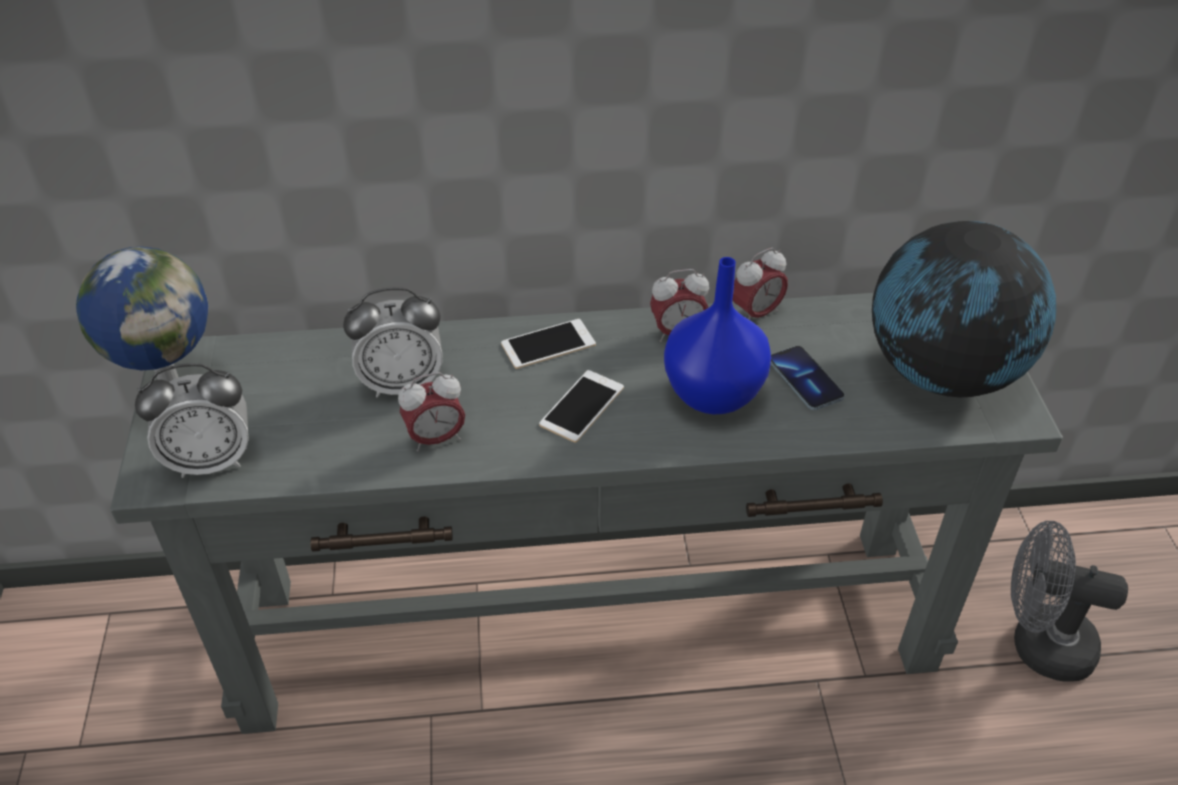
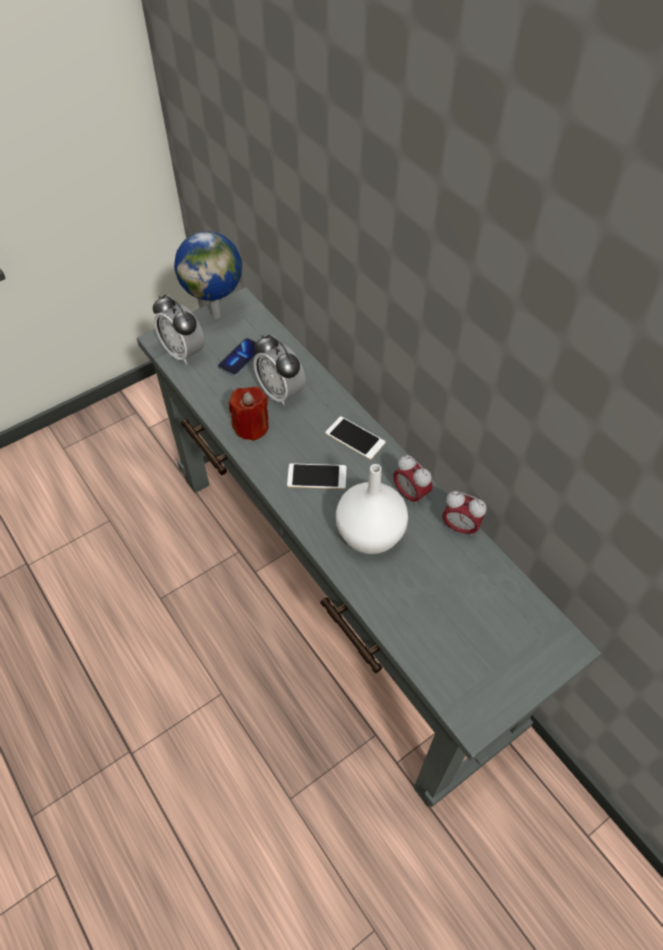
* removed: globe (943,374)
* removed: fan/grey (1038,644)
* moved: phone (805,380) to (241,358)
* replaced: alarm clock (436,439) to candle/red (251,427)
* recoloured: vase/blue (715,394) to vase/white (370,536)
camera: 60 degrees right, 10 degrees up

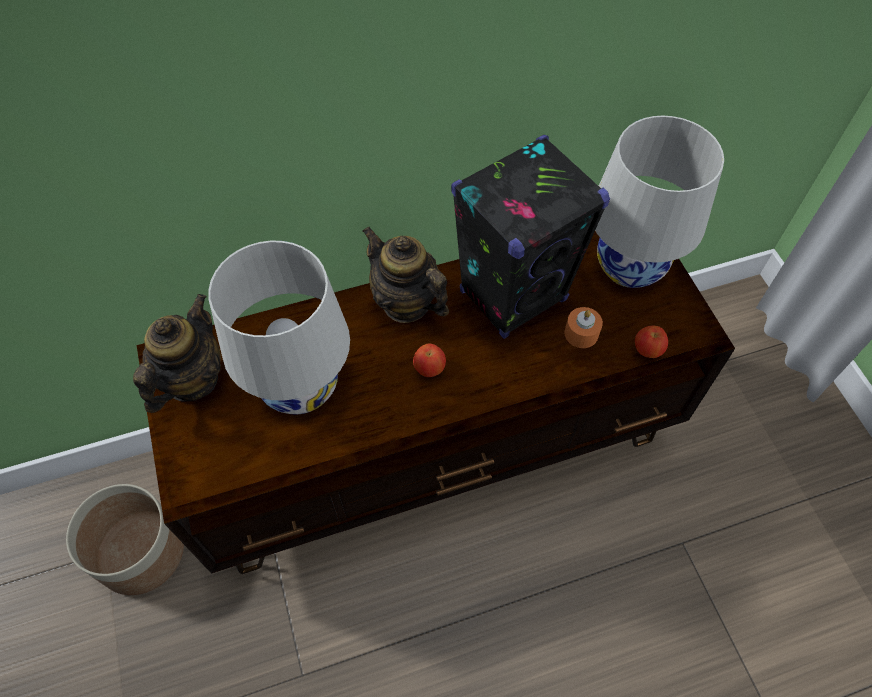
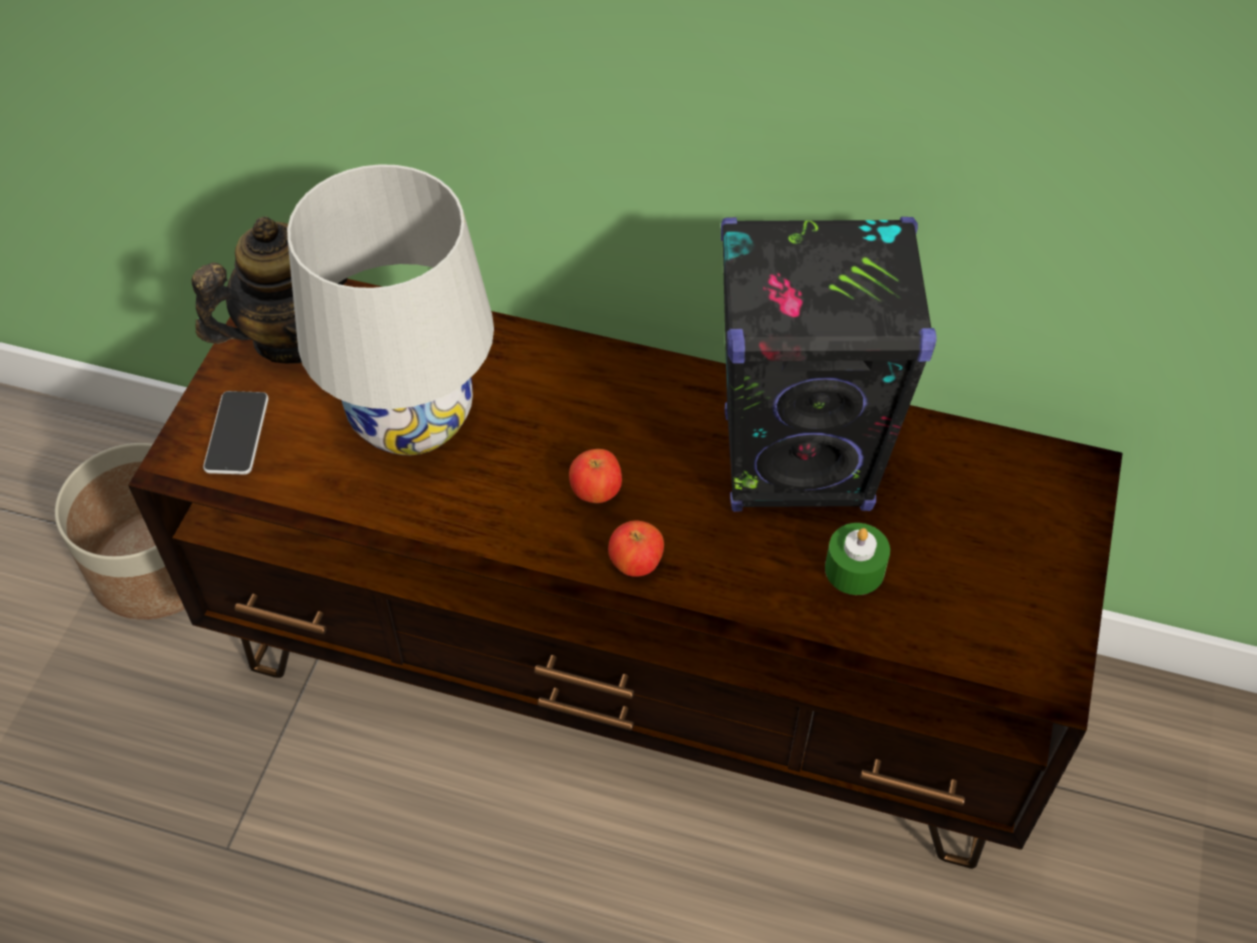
* removed: teapot (406,302)
* removed: table lamp/white (630,266)
* added: phone (237,434)
* moved: apple (647,350) to (636,563)
* recoloured: candle/orange (581,333) to candle/green (854,569)
camera: 35 degrees right, 5 degrees down

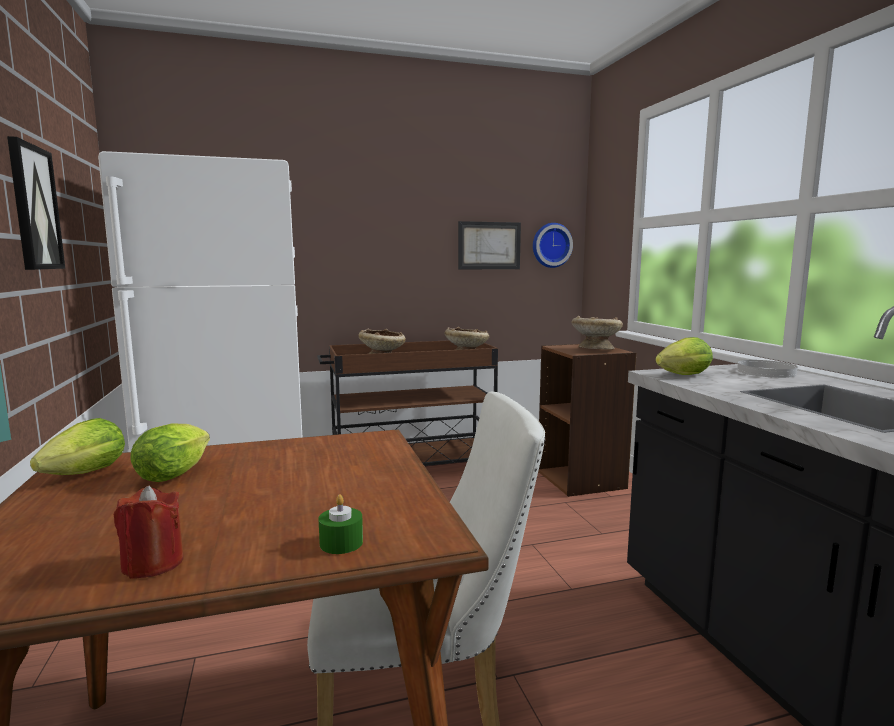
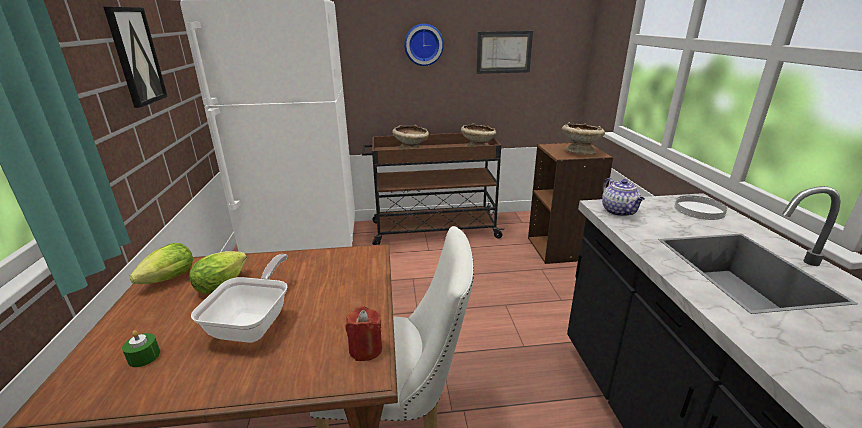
* added: frying pan (254,322)
* moved: candle/red (153,563) to (365,349)
* moved: candle/green (341,543) to (144,356)
* moved: wall clock (551,245) to (423,44)
* replaced: lettuce (680,376) to teapot (619,212)
camera: 10 degrees right, 15 degrees up

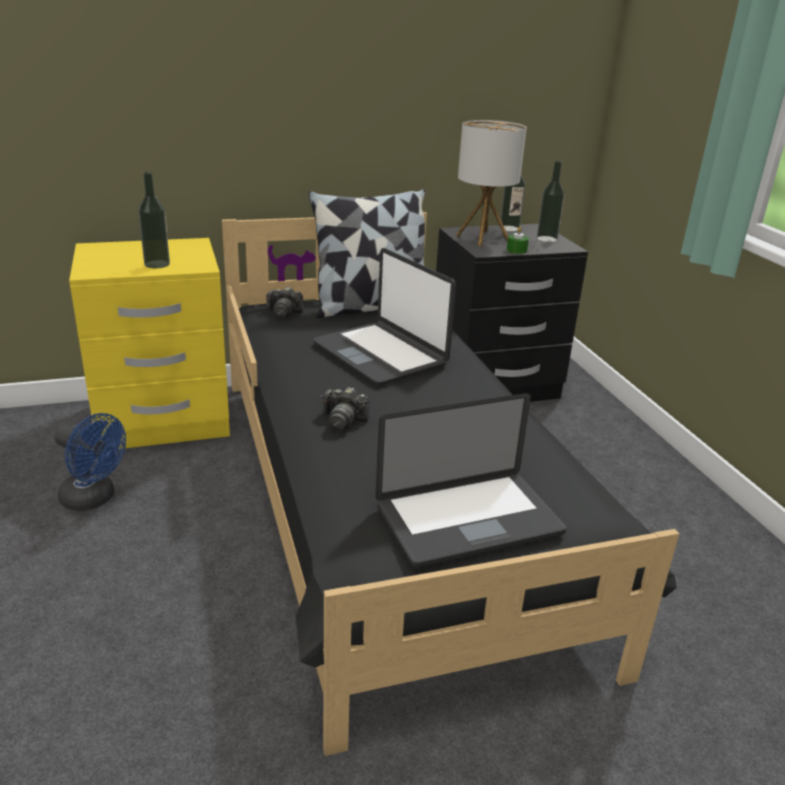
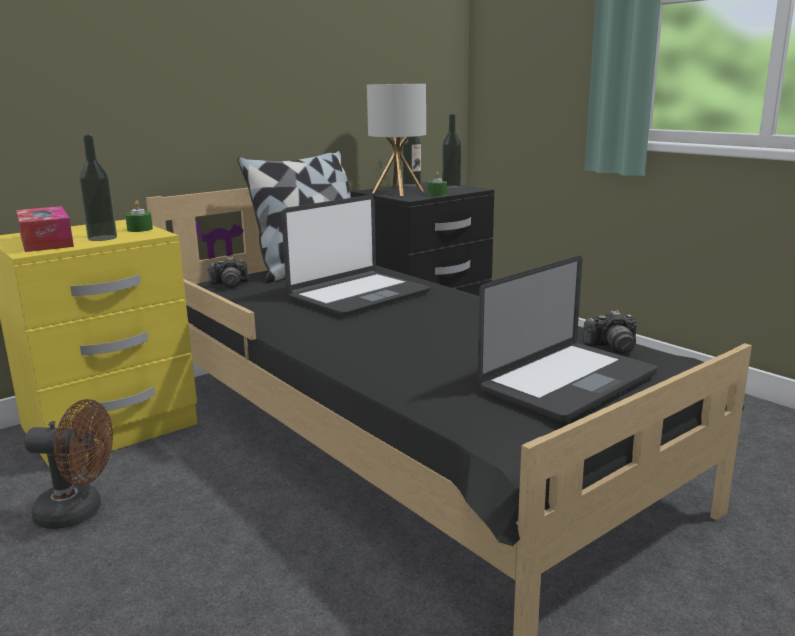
* added: tissue box (46,241)
* added: candle/green (140,229)
* moved: photo camera (343,420) to (612,347)
* recoloured: fan/blue (94,499) to fan/brown (79,512)
* turned: laptop (381,354) = (358,295) 75 degrees counterclockwise
camera: 20 degrees left, 10 degrees down

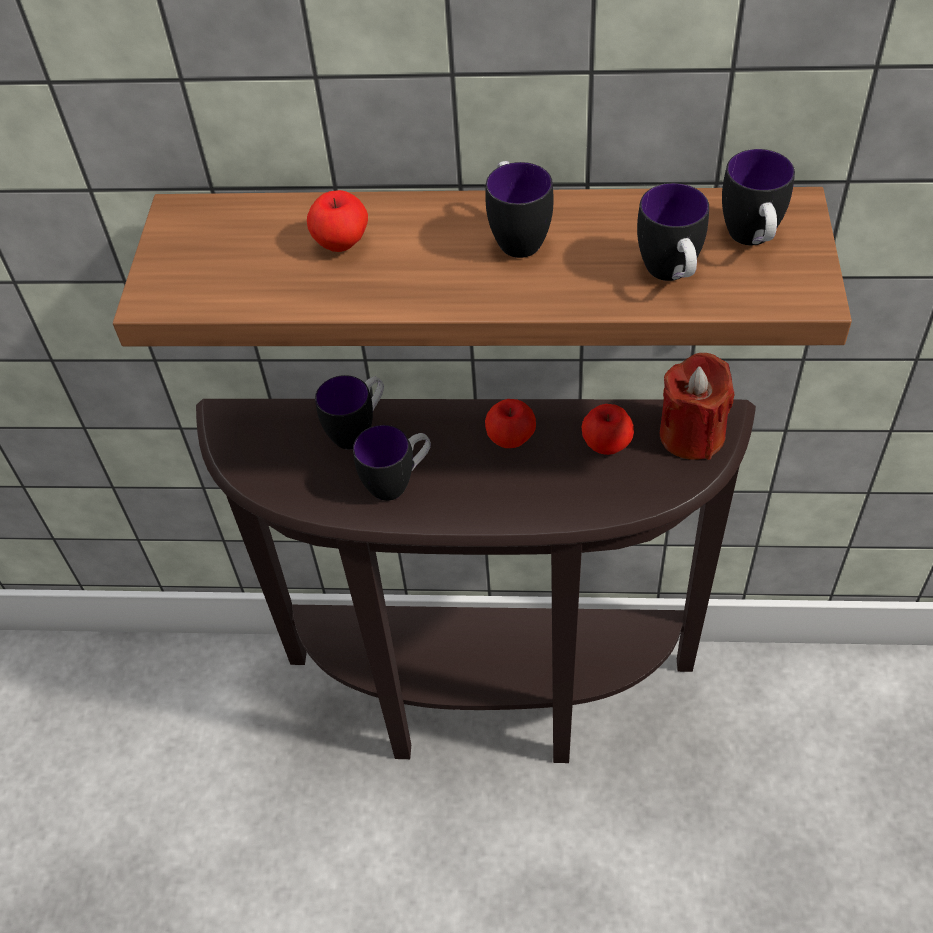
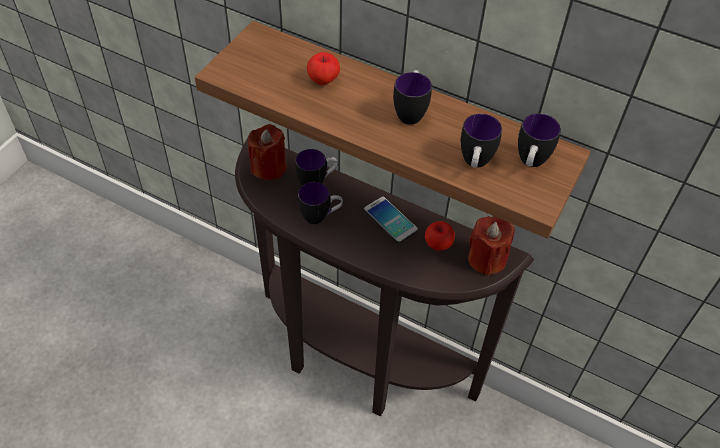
* added: candle/red (269,167)
* replaced: apple (510,440) to phone (390,220)
camera: 20 degrees right, 0 degrees up

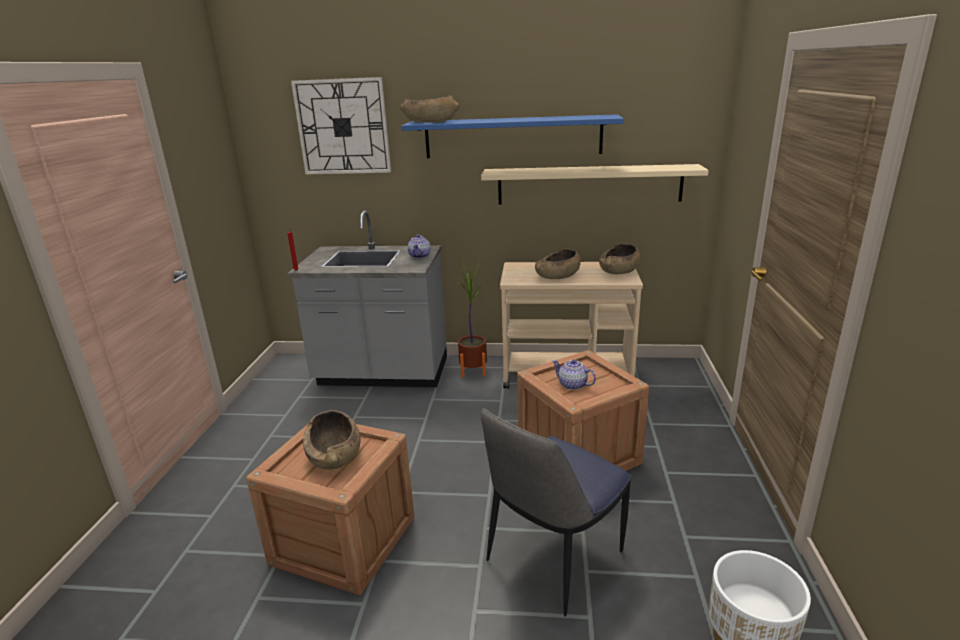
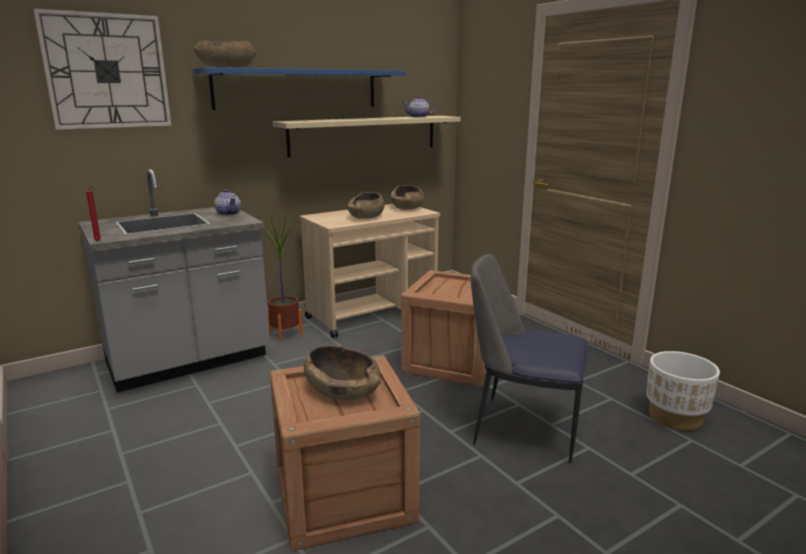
* moved: teapot (573,385) to (419,117)
* turned: chair (552,559) = (523,428) 105 degrees clockwise
camera: 40 degrees left, 5 degrees down

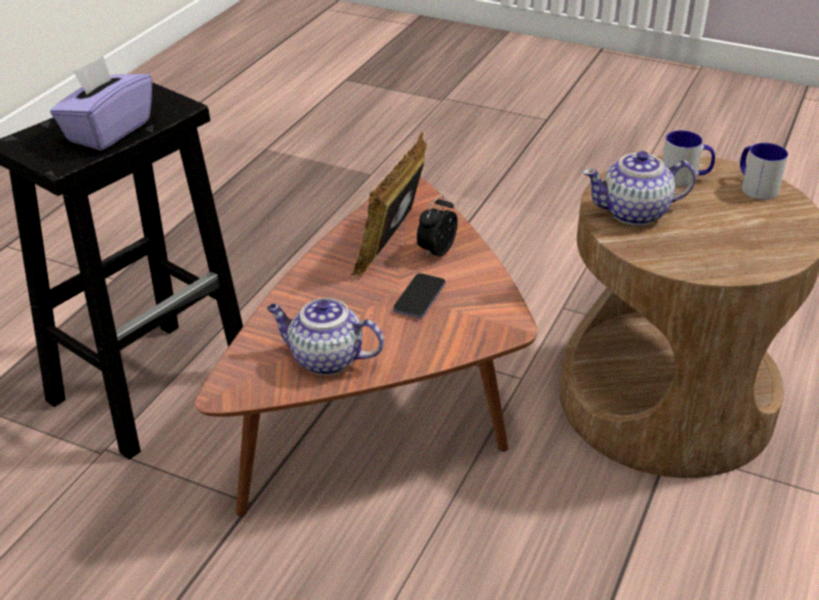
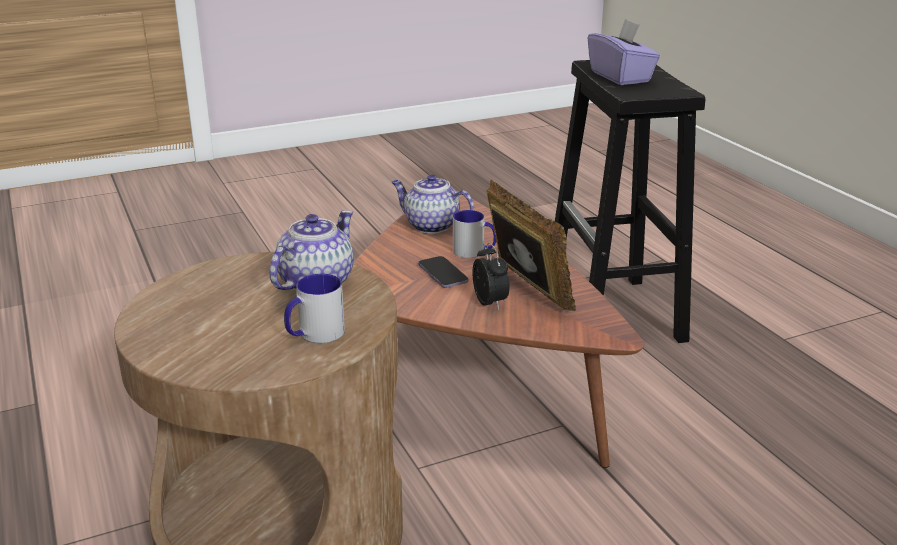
* moved: mug (755,187) to (474,252)
* turned: teapot (324,359) = (430,226) 120 degrees counterclockwise
camera: 130 degrees right, 10 degrees down

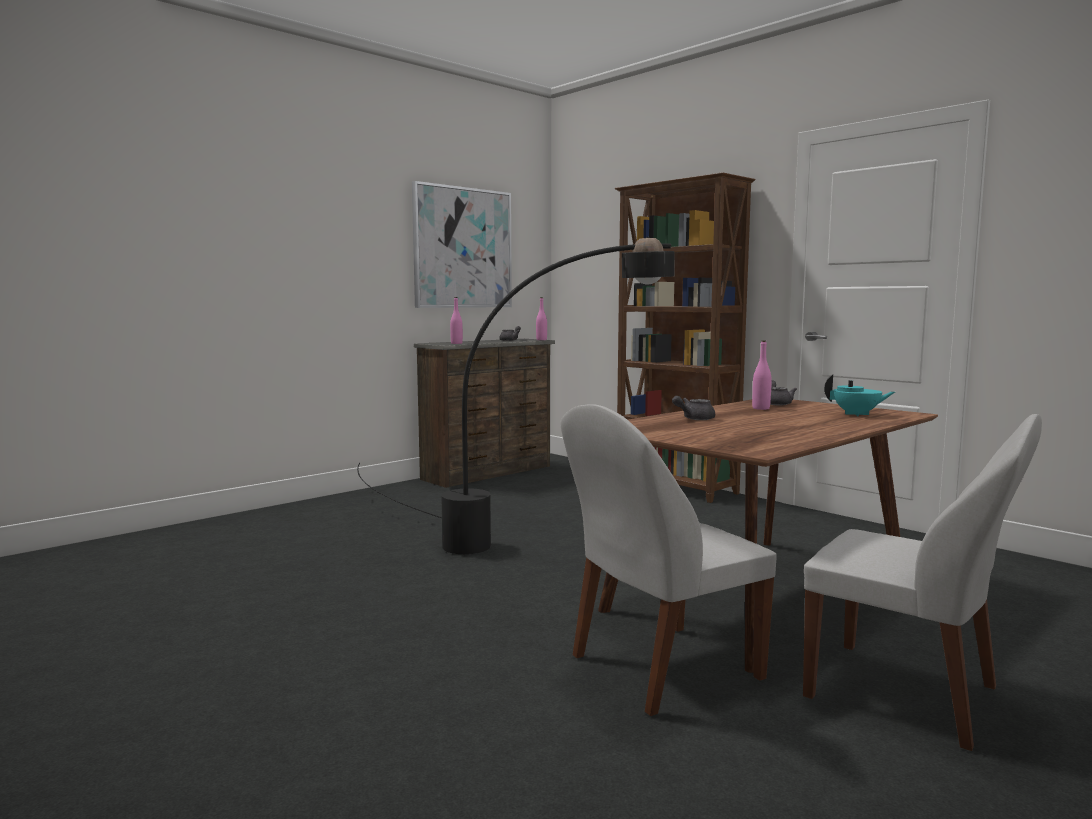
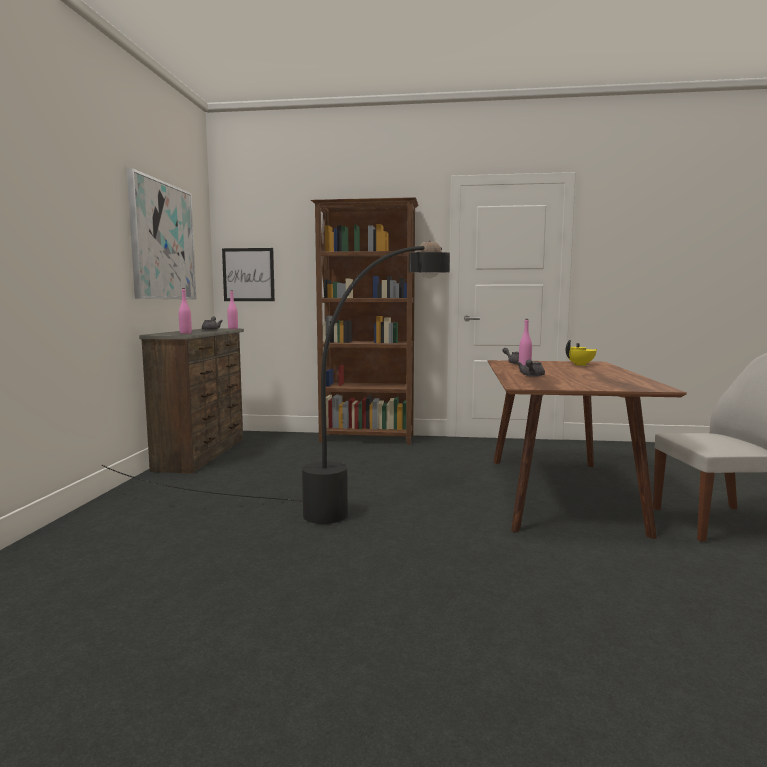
* removed: chair/white (660,668)
* added: picture (248,274)
* recoloured: teapot/turquoise (857,414) to teapot/yellow (580,365)
camera: 40 degrees left, 0 degrees up

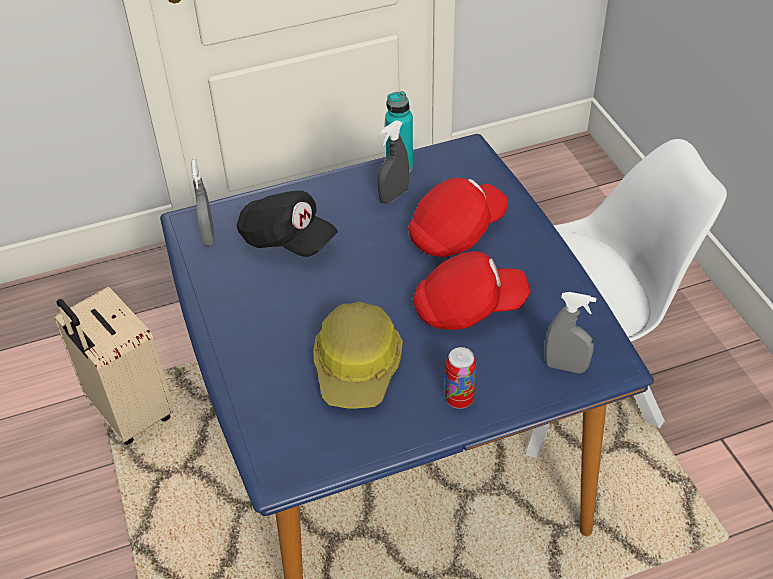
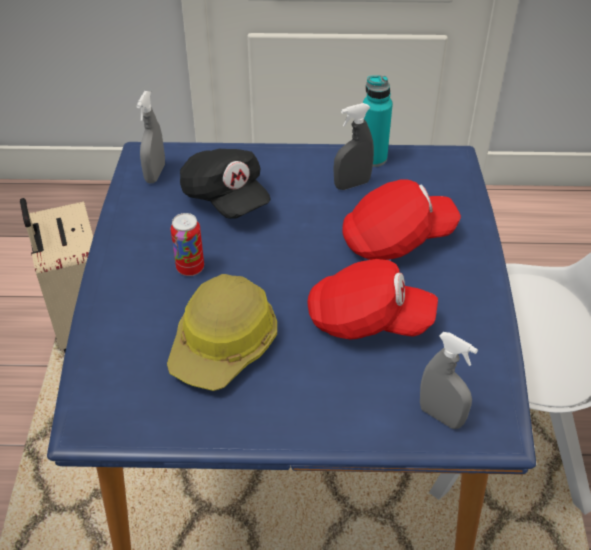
* moved: can (459,399) to (190,268)
camera: 20 degrees right, 0 degrees up

